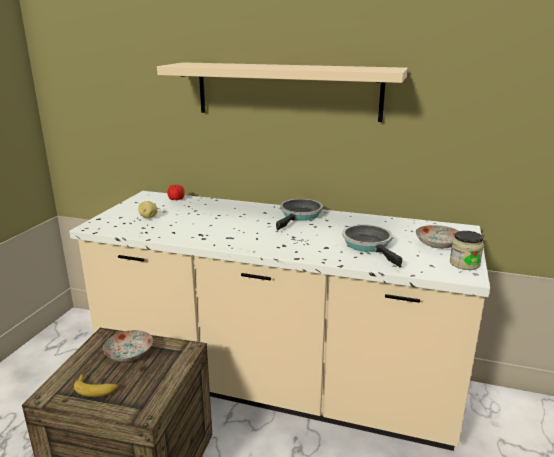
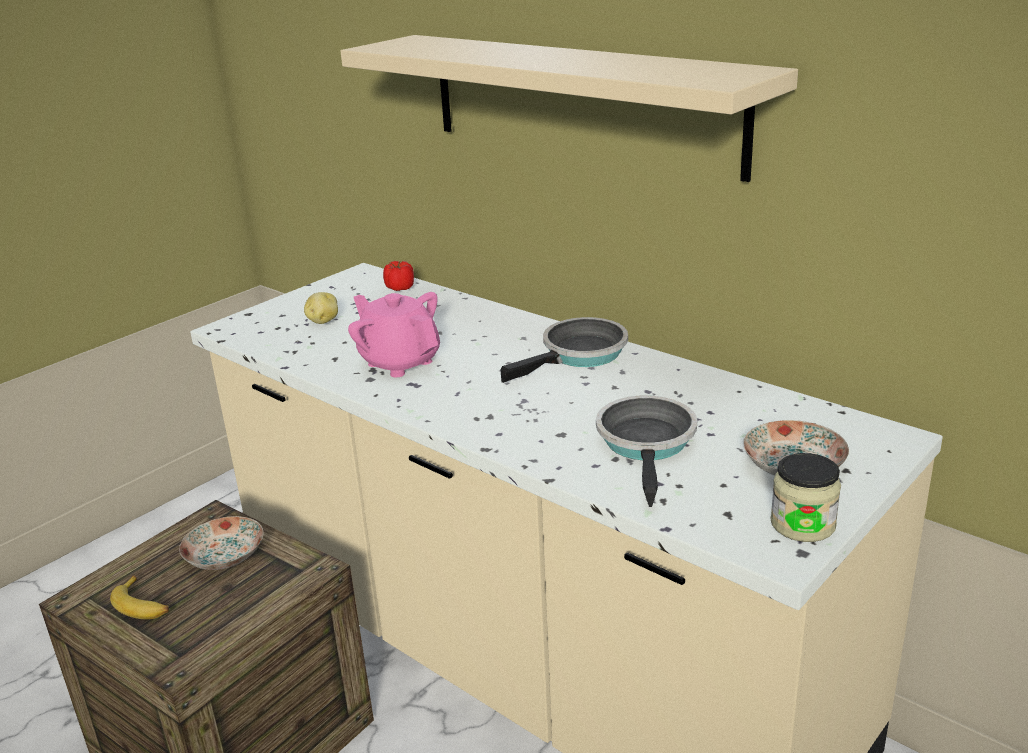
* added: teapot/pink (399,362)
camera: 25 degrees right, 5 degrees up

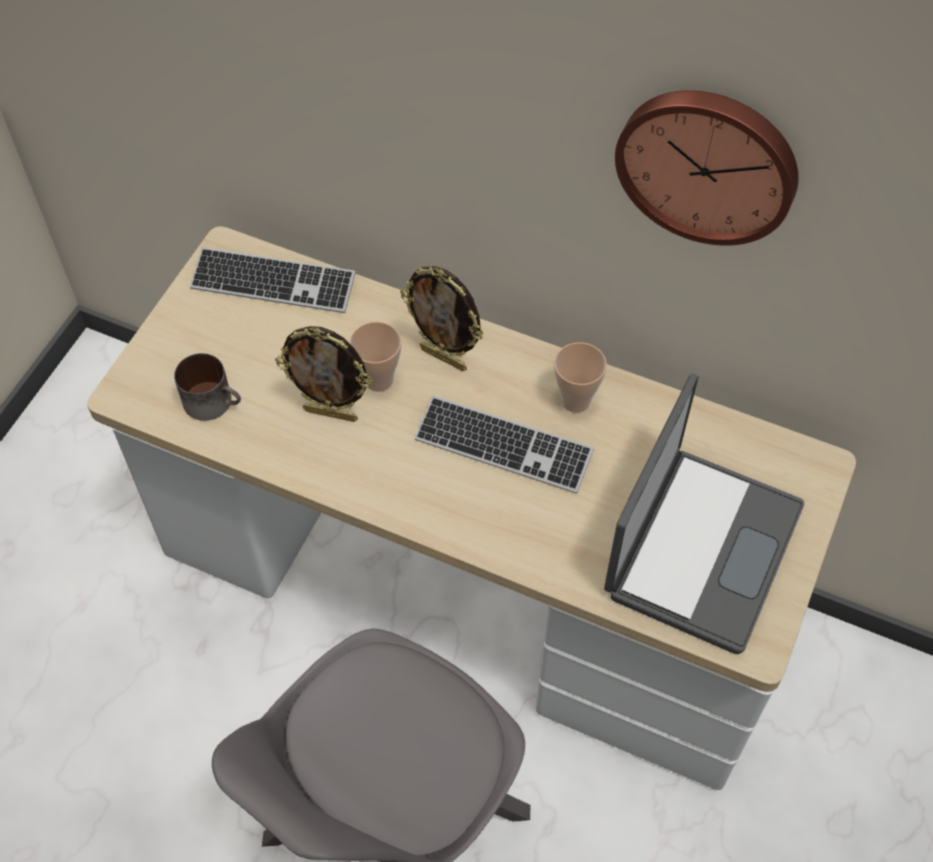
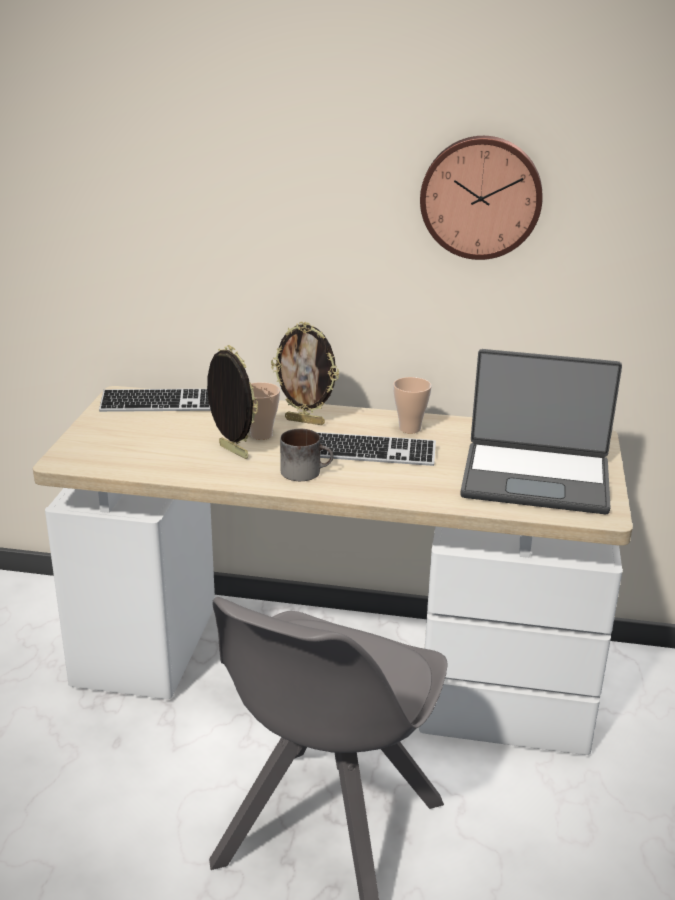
* moved: mug (214,401) to (306,471)
* turned: picture frame (331,413) = (232,452) 135 degrees counterclockwise
* turned: laptop (700,548) = (536,478) 90 degrees clockwise
camera: 15 degrees left, 30 degrees down

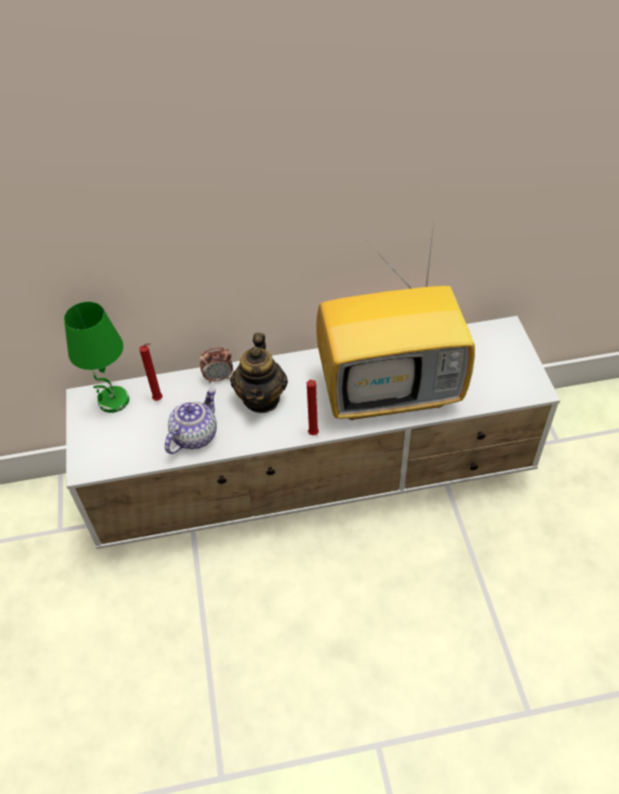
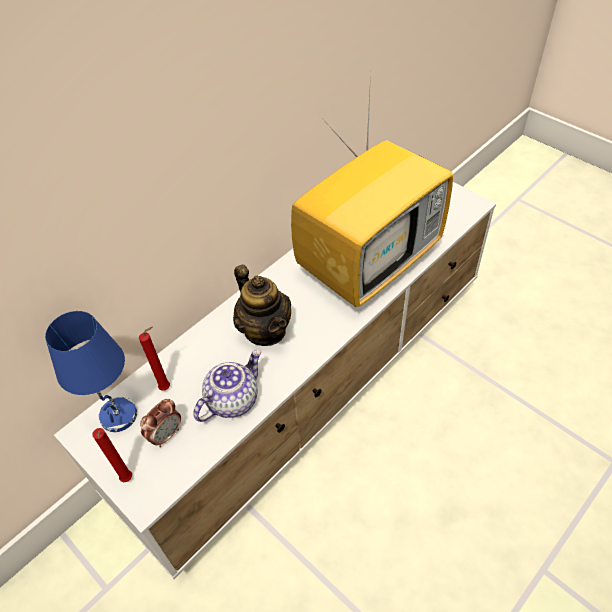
* moved: alarm clock (218,377) to (166,434)
* moved: candle/red (313,435) to (127,480)
* recoloured: table lamp/green (113,401) to table lamp/blue (119,416)
* turned: teapot (194,435) = (232,399) 45 degrees clockwise
camera: 35 degrees left, 0 degrees up

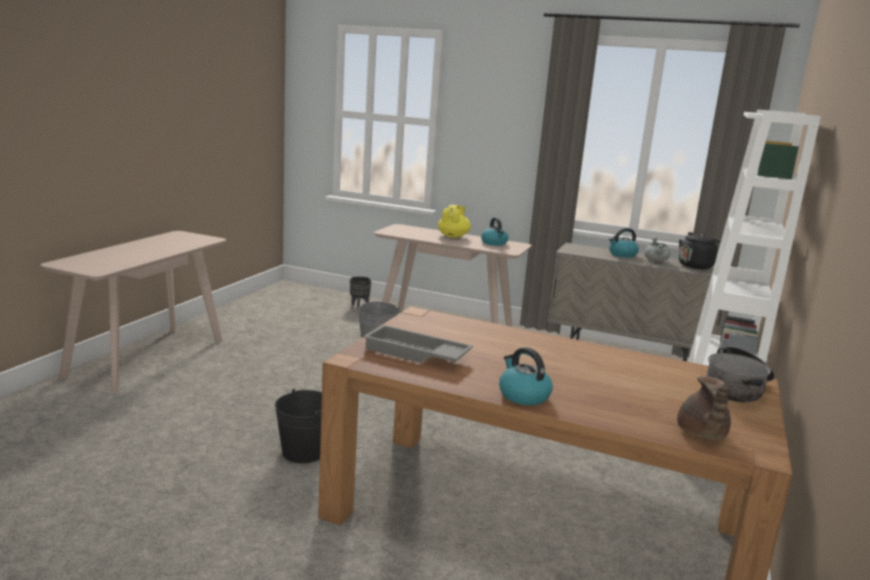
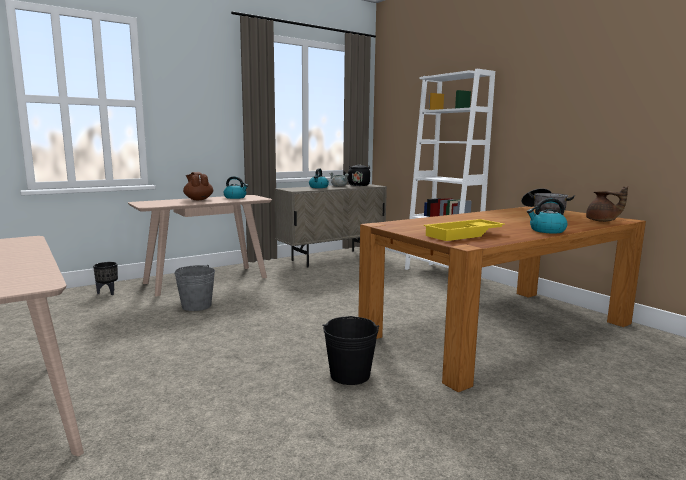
* recoloured: tray/grey (415,354) to tray/yellow (464,235)
* recoloured: teapot/yellow (453,236) to teapot/brown (198,199)
camera: 55 degrees left, 5 degrees down

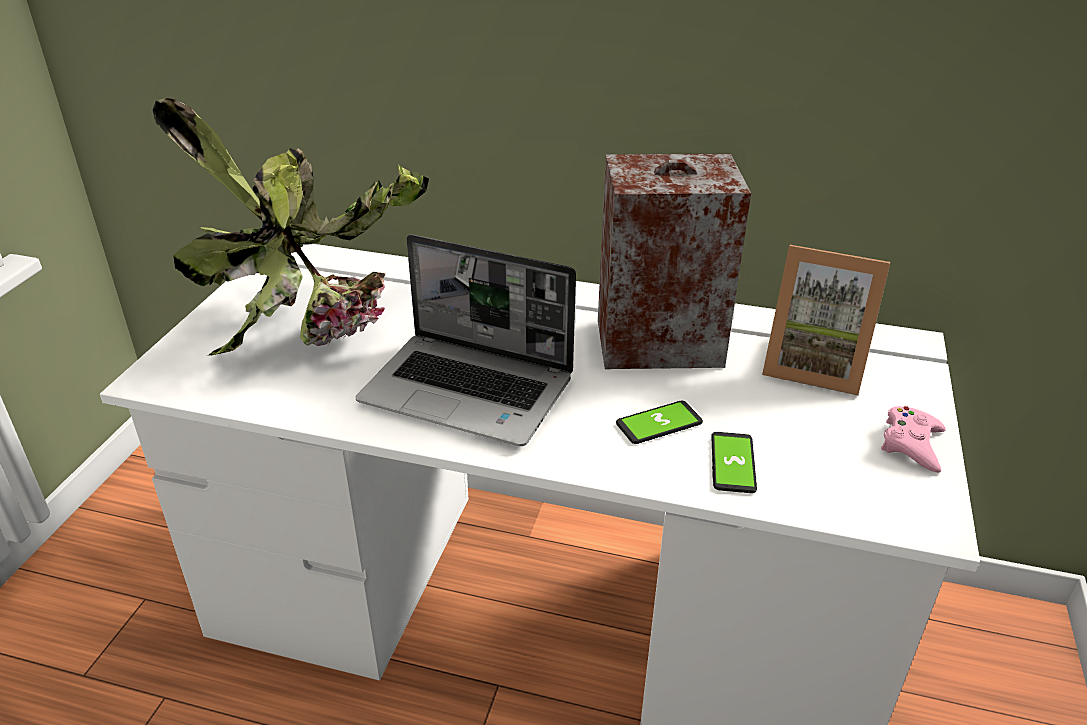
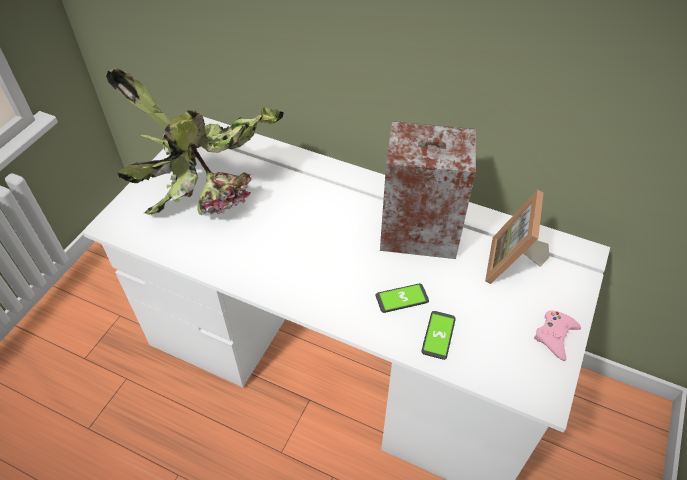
* removed: laptop (470,391)
* turned: picture frame (813,366) = (513,265) 75 degrees clockwise
camera: 10 degrees right, 15 degrees up

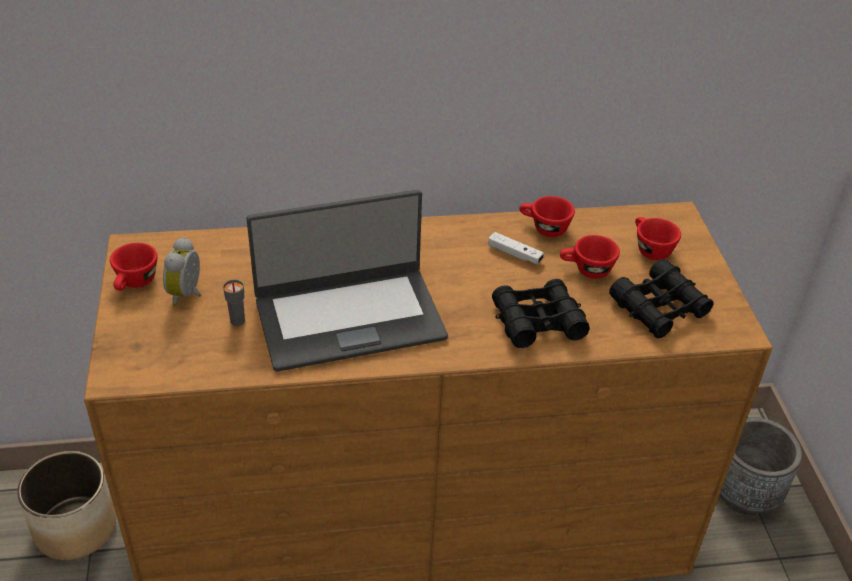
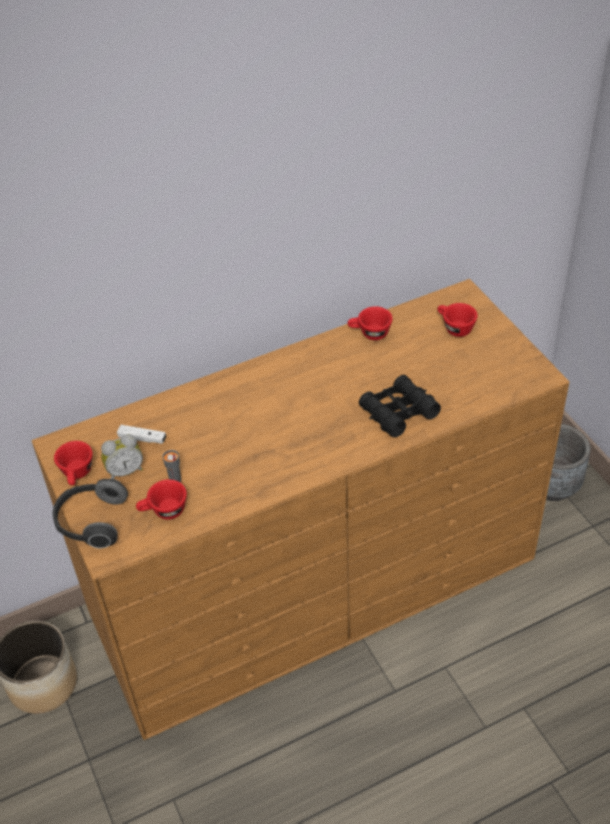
* removed: laptop (349,317)
* removed: binoculars/black (659,308)
* added: headphones (91,522)
* moved: game controller/white (514,254) to (142,438)
* moved: cup/red (586,270) to (164,512)
* turned: alarm clock (188,294) = (125,471) 105 degrees counterclockwise
camera: 15 degrees left, 5 degrees up

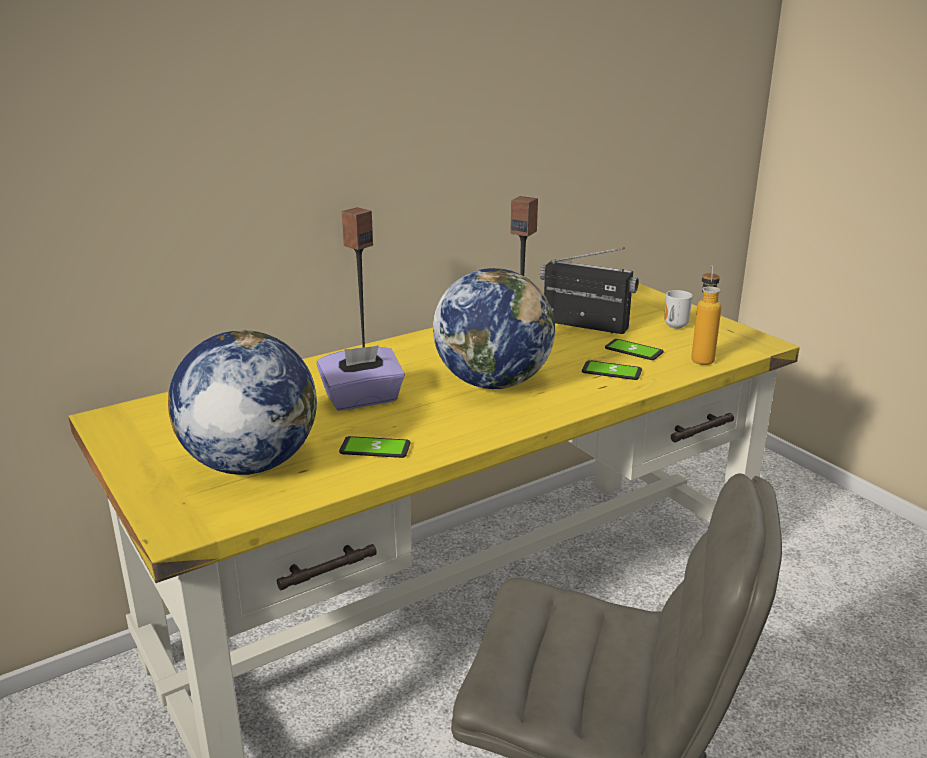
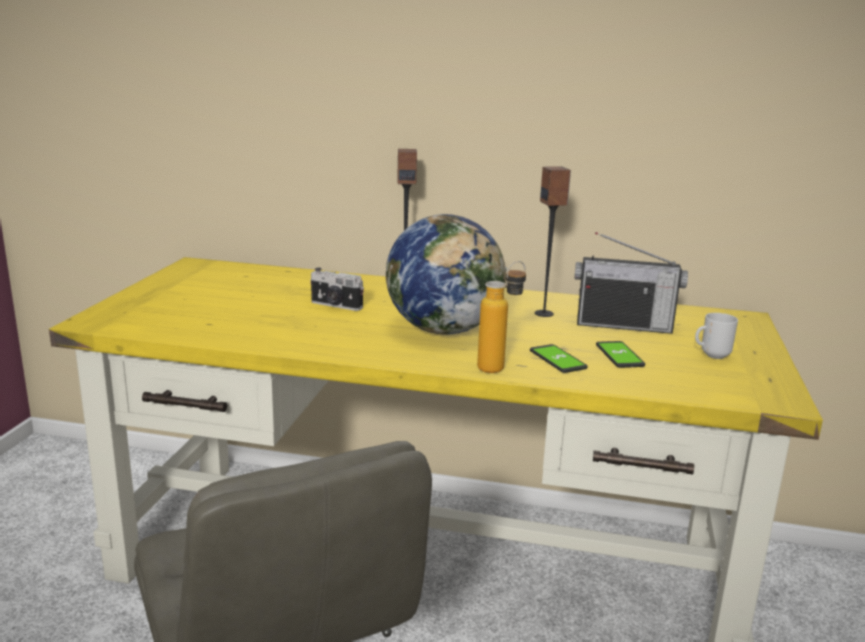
* removed: globe (249,464)
* removed: phone (375,448)
* moved: bottle (702,357) to (499,366)
* replaced: tissue box/purple (362,400) to photo camera (336,305)
* turned: radio (585,325) = (623,325) 120 degrees clockwise
camera: 45 degrees right, 5 degrees down

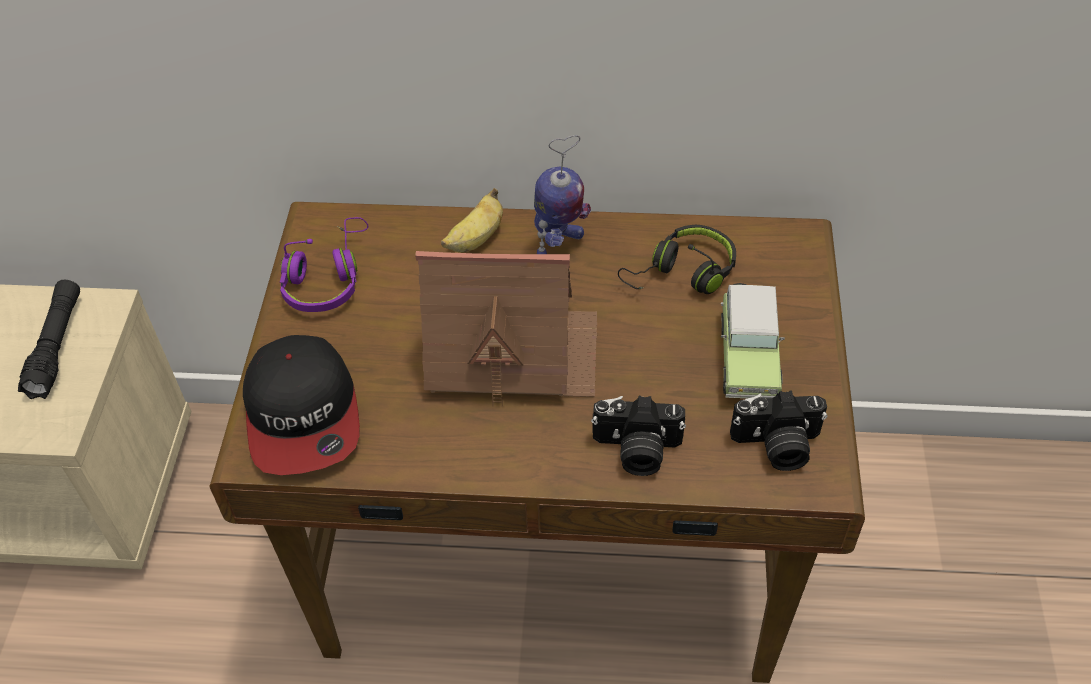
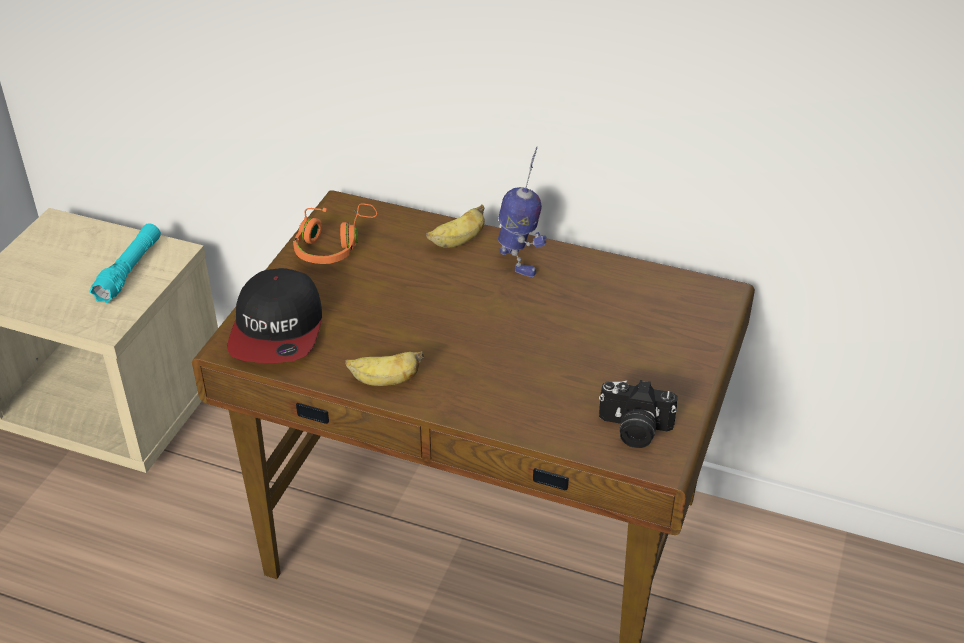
* removed: toy house (511,352)
* removed: photo camera (636,450)
* removed: headphones/black (682,274)
* removed: toy car (748,356)
* added: banana (385,381)
* recoloured: flashlight/black (56,346) to flashlight/turquoise (129,270)
* recoloured: headphones/purple (327,278) to headphones/orange (333,245)
* turned: toy robot (557,249) = (519,261) 75 degrees counterclockwise
camera: 15 degrees right, 10 degrees down

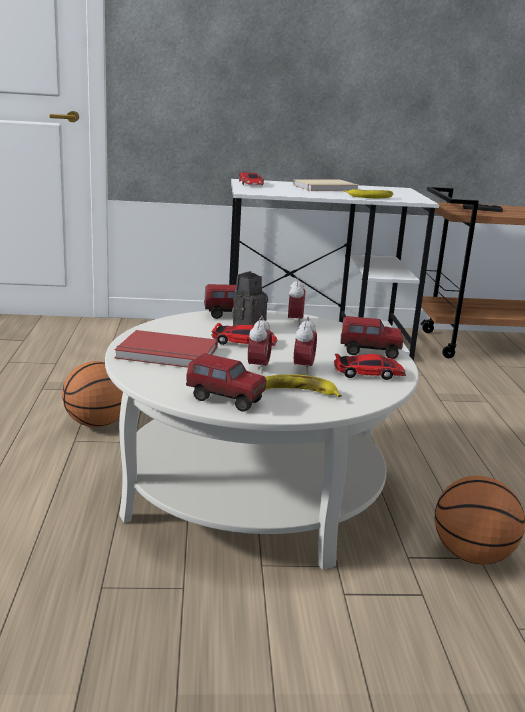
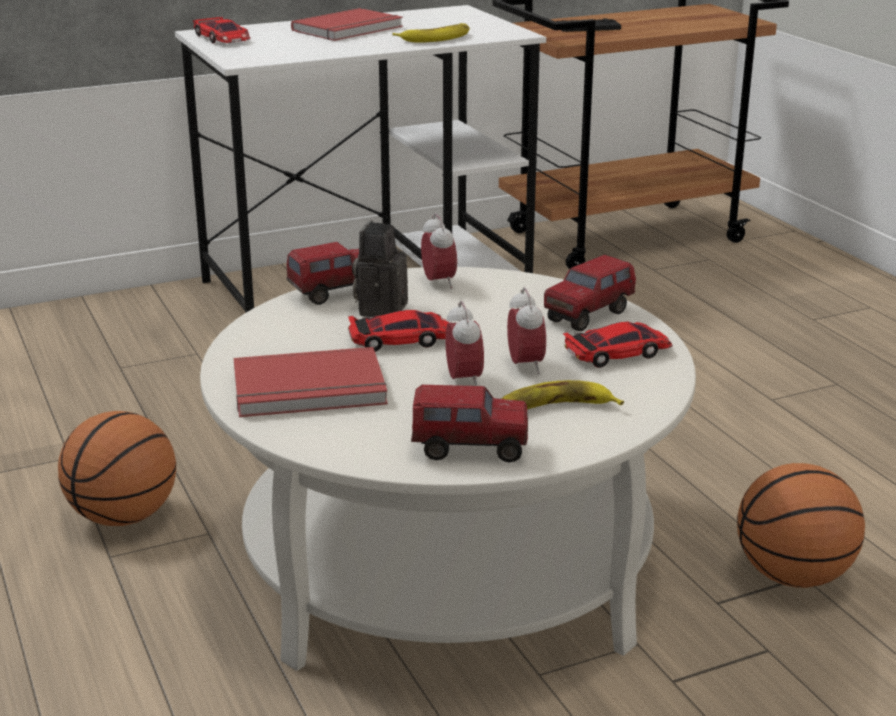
* recoloured: book/beige (326,188) to book/red (350,29)
* turned: toy truck (369,352) = (589,316) 150 degrees clockwise
camera: 20 degrees left, 5 degrees up

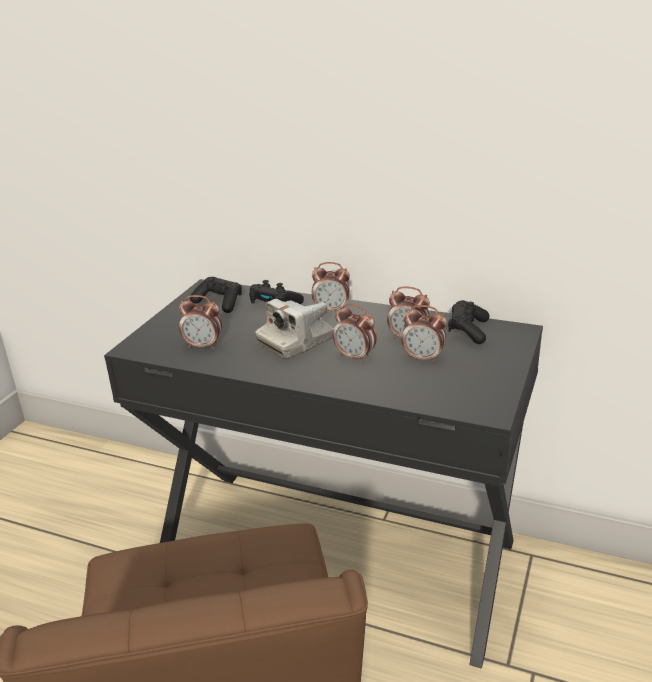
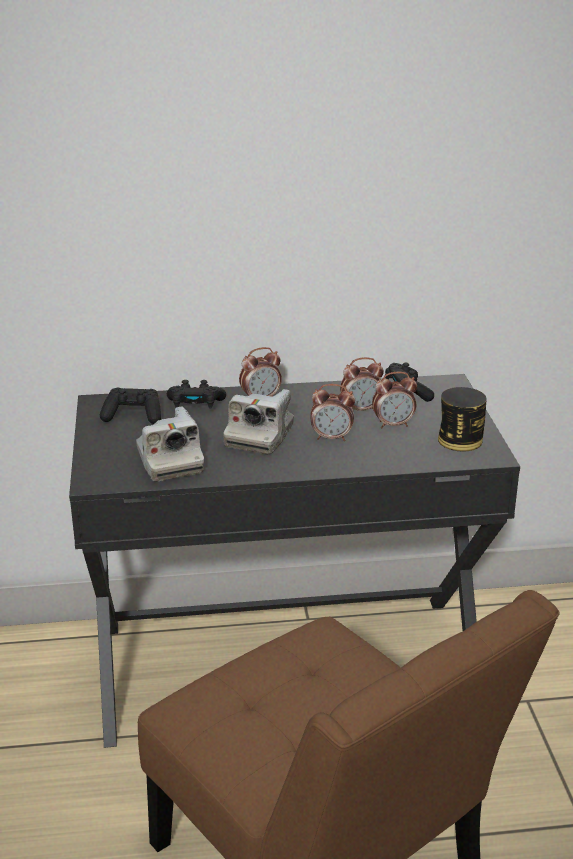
* added: can (460,440)
* replaced: alarm clock (203,346) to photo camera (169,461)
camera: 30 degrees left, 0 degrees up

